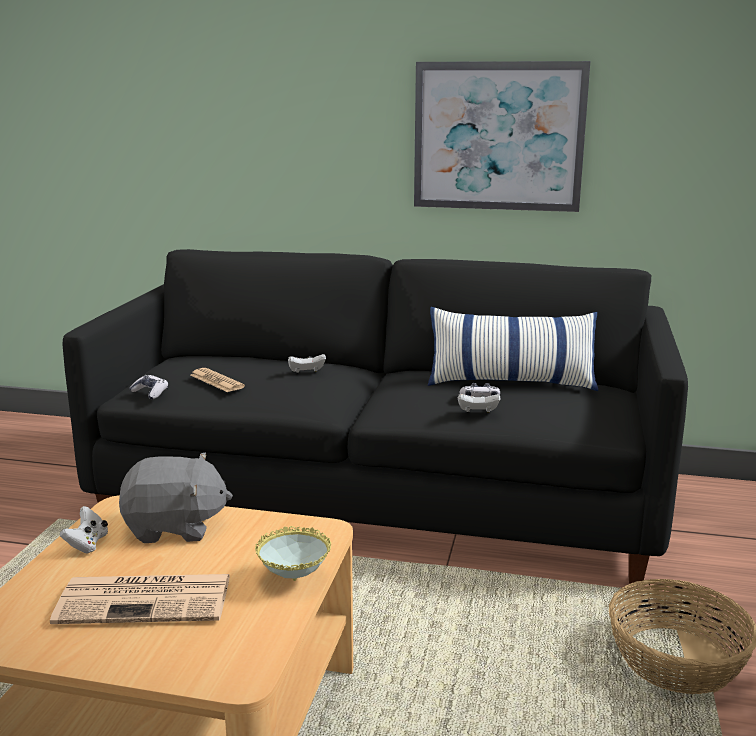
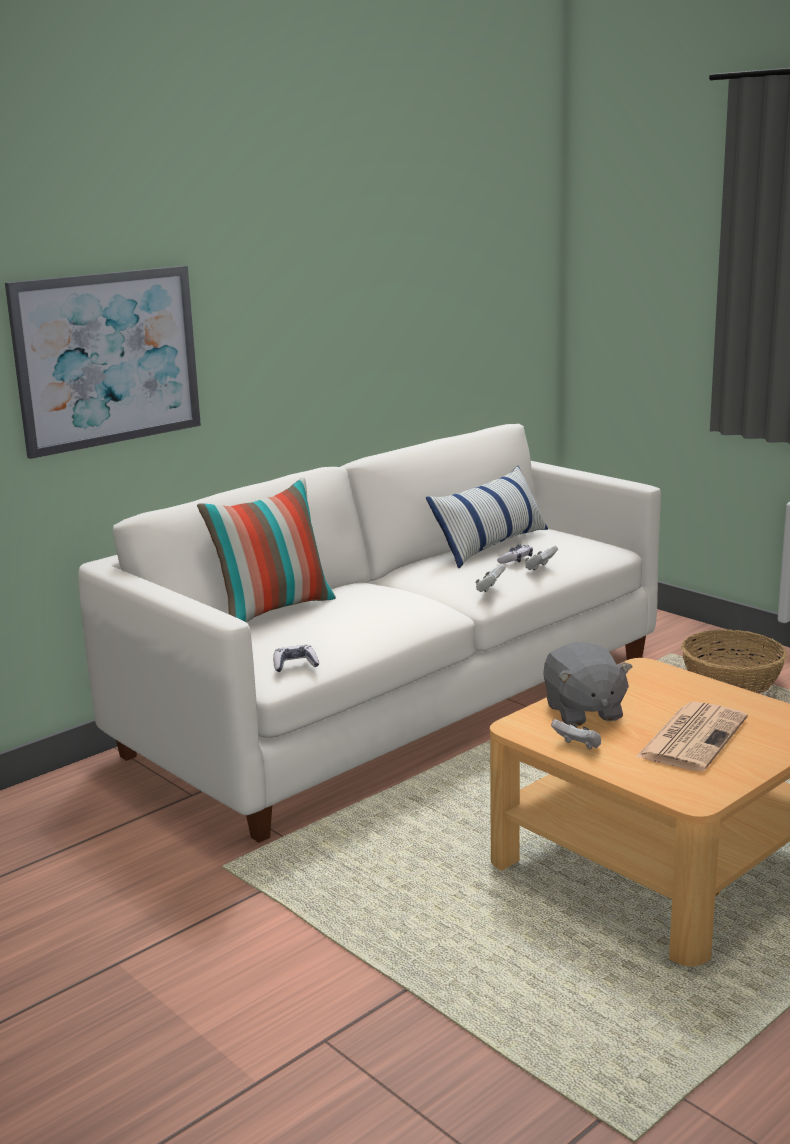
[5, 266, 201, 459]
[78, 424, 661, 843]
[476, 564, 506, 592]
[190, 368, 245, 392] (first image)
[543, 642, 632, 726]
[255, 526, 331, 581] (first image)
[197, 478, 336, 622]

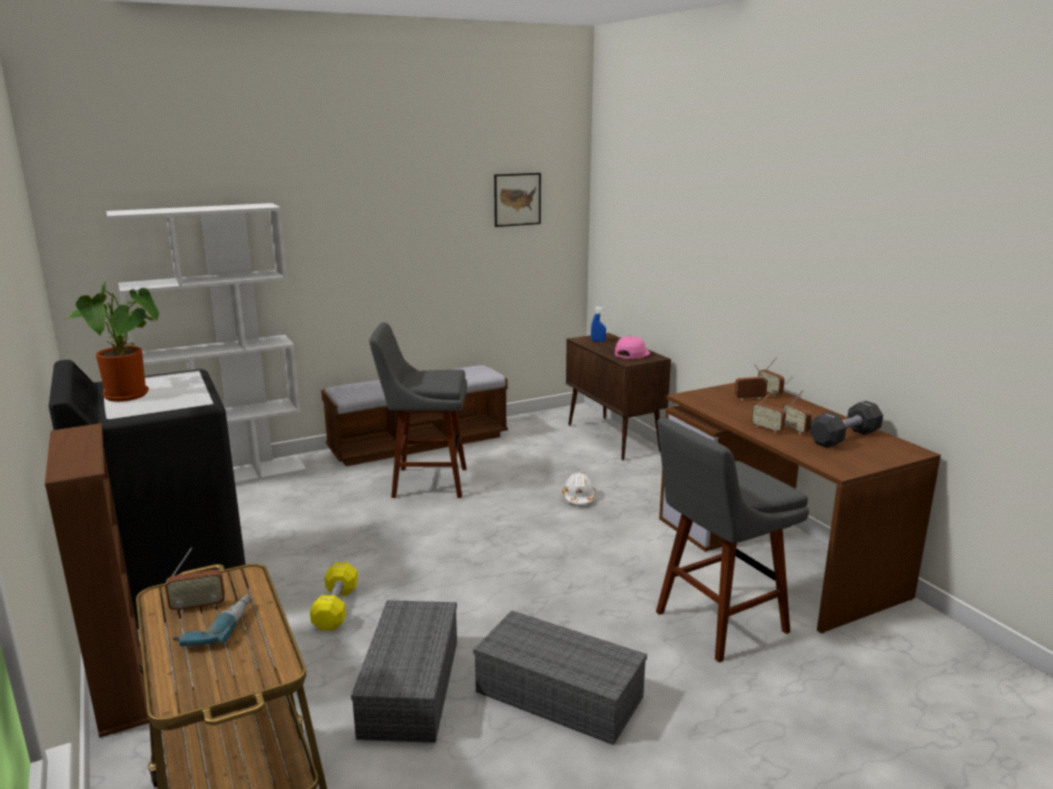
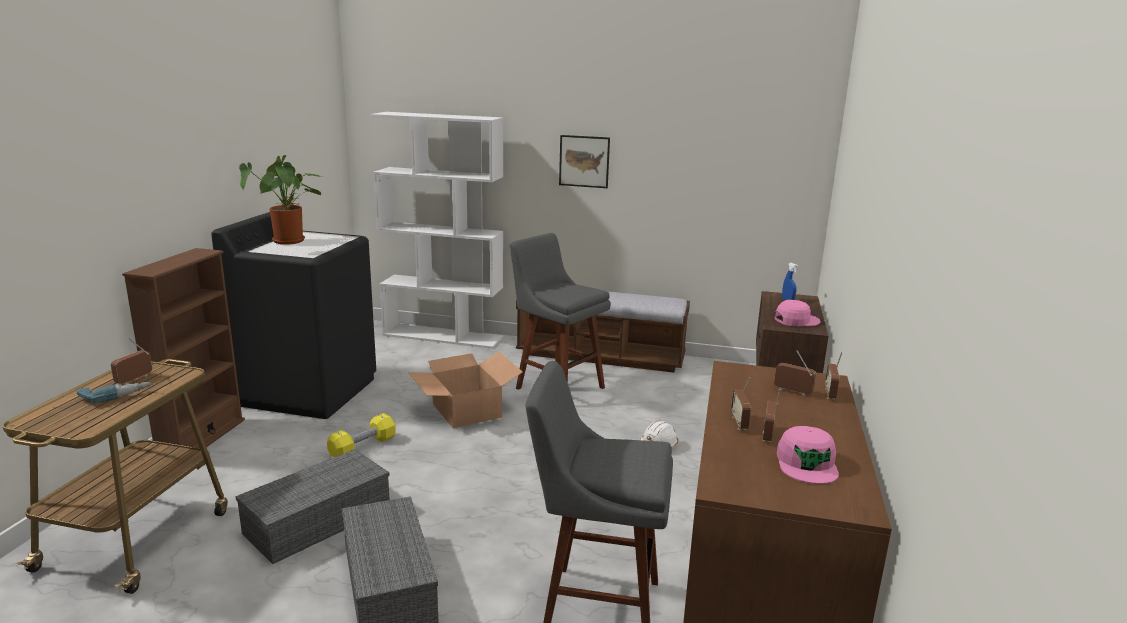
[559, 135, 610, 188]
[777, 426, 839, 484]
[111, 338, 152, 385]
[408, 352, 523, 428]

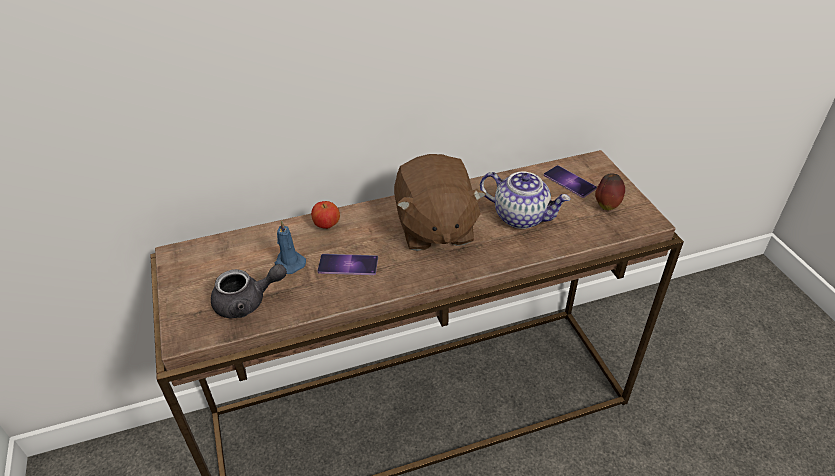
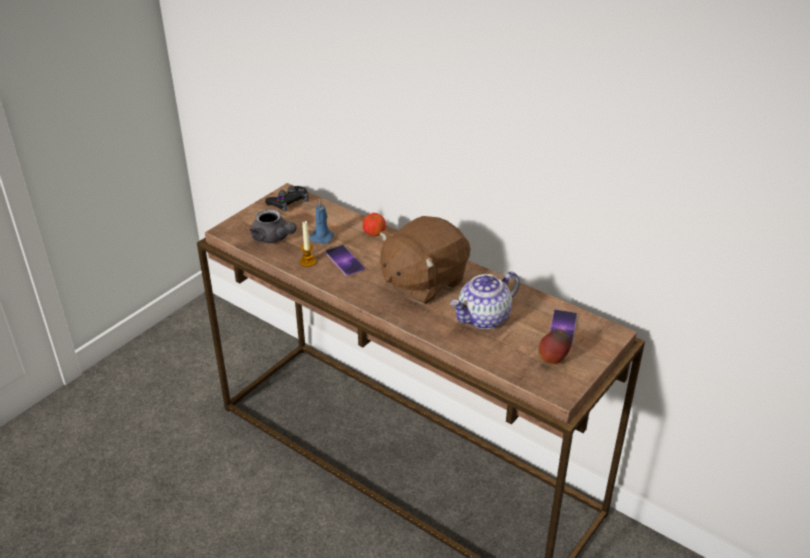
[450, 271, 520, 329]
[265, 186, 309, 212]
[300, 221, 316, 267]

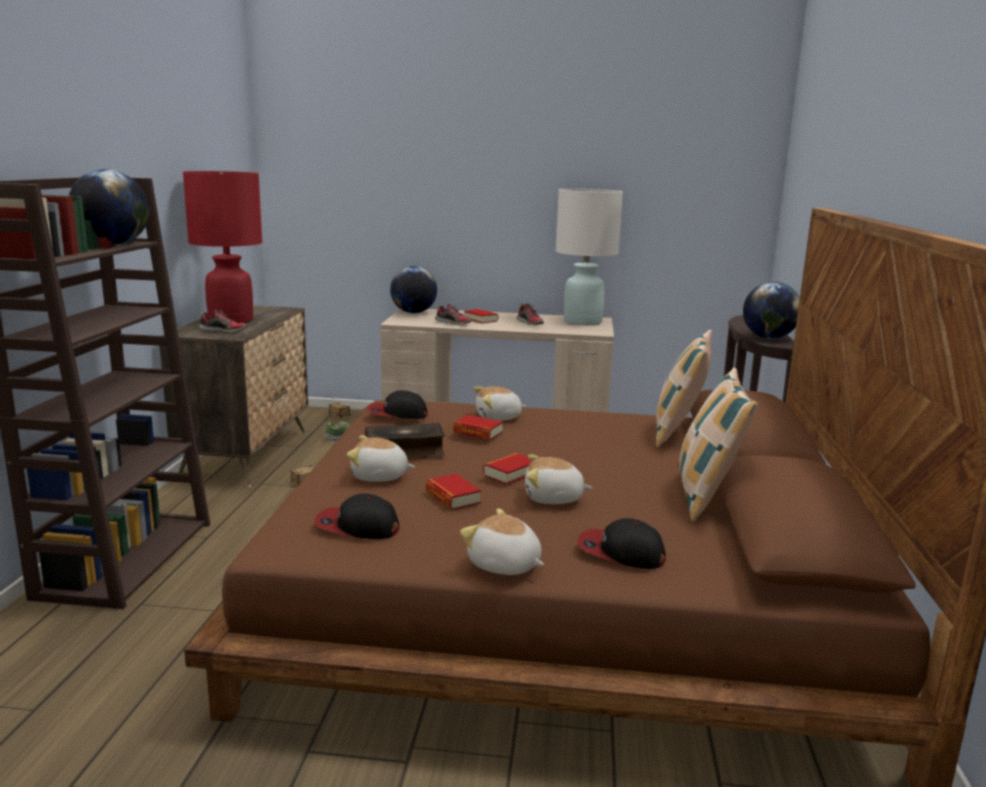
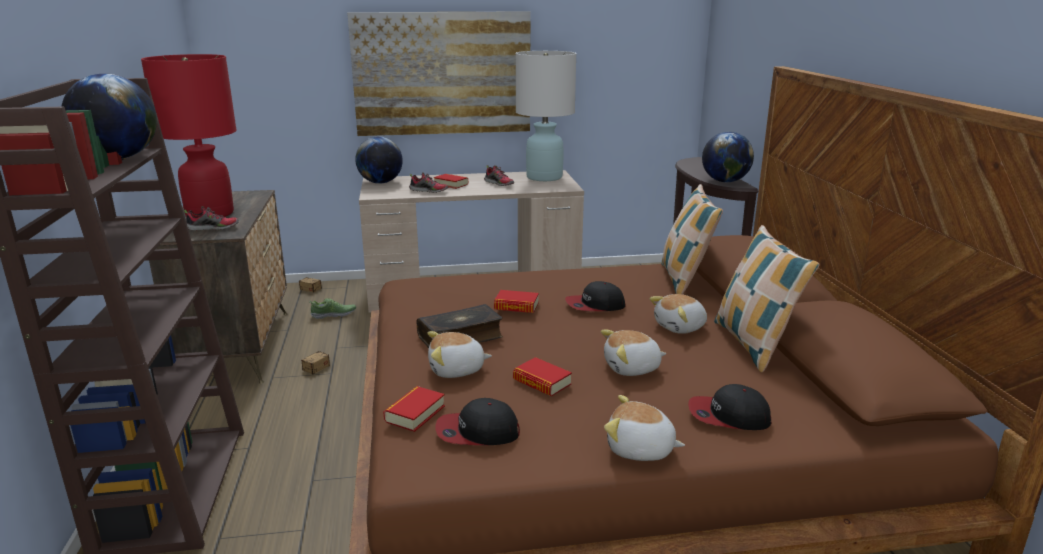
[650, 294, 707, 334]
[565, 281, 626, 311]
[384, 386, 445, 432]
[347, 11, 531, 136]

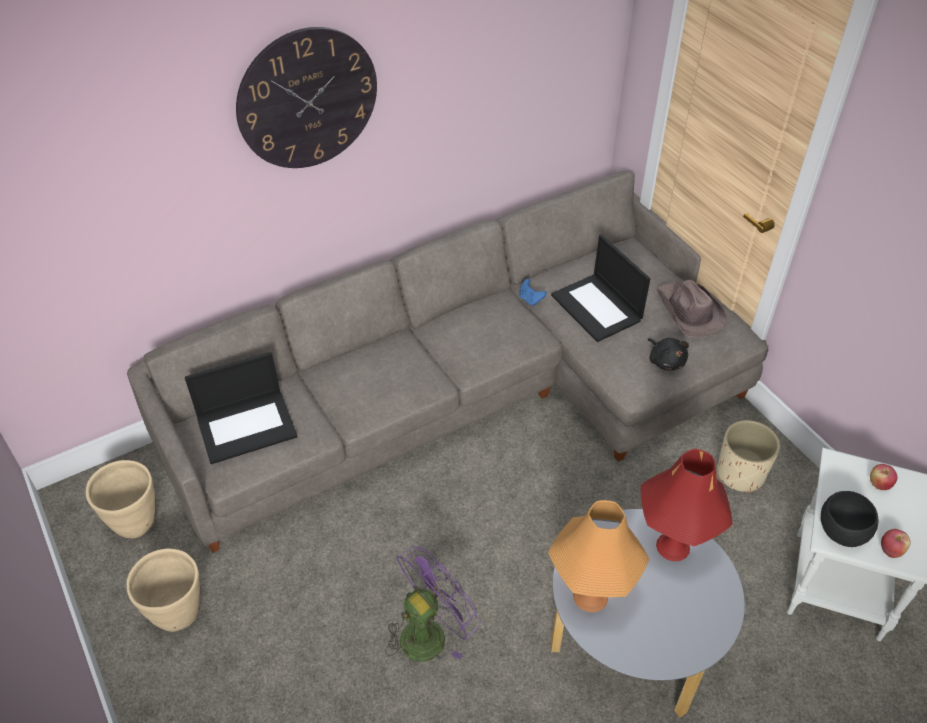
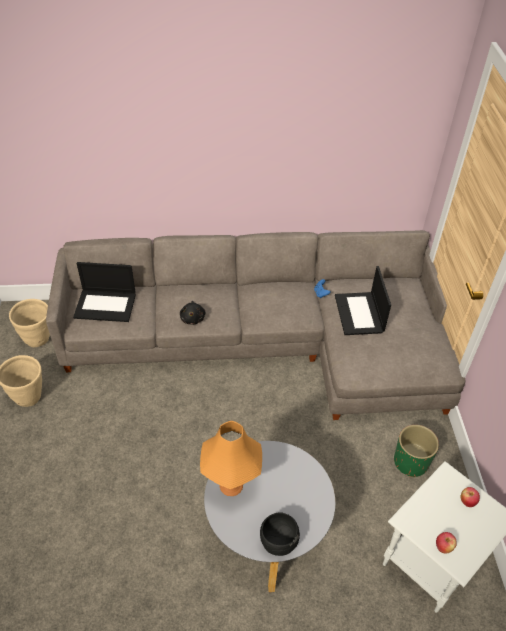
[236, 27, 377, 168] (first image)
[657, 280, 727, 337] (first image)
[180, 301, 206, 325]
[394, 425, 439, 477]
[641, 448, 733, 561] (first image)
[260, 512, 300, 556]
[385, 546, 481, 662] (first image)

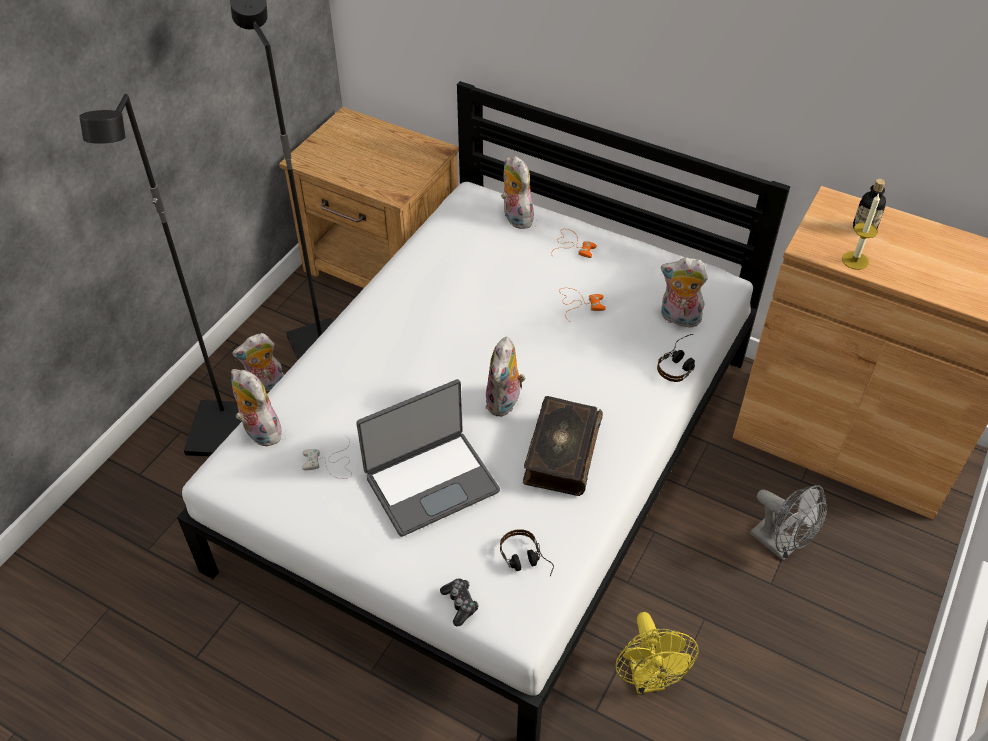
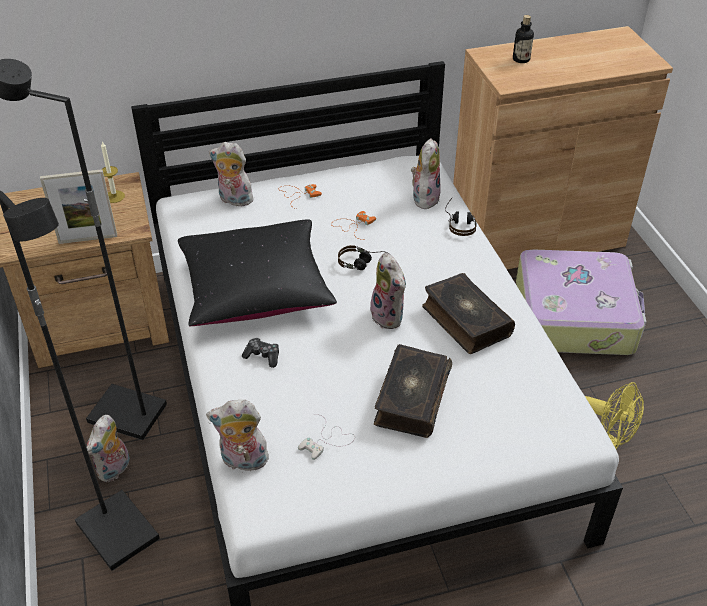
[101, 142, 125, 203]
[411, 138, 441, 209]
[374, 344, 452, 438]
[516, 250, 647, 355]
[338, 245, 388, 270]
[242, 338, 279, 368]
[40, 169, 117, 244]
[178, 220, 337, 326]

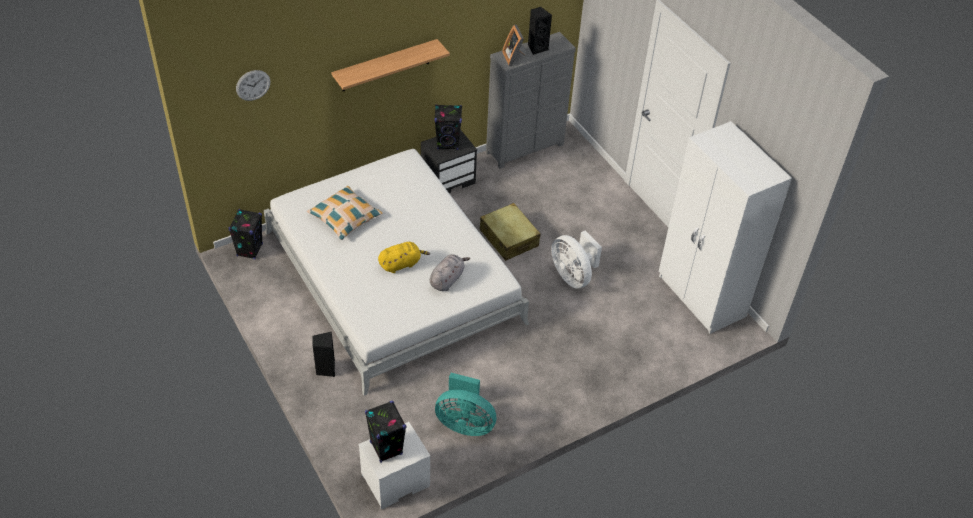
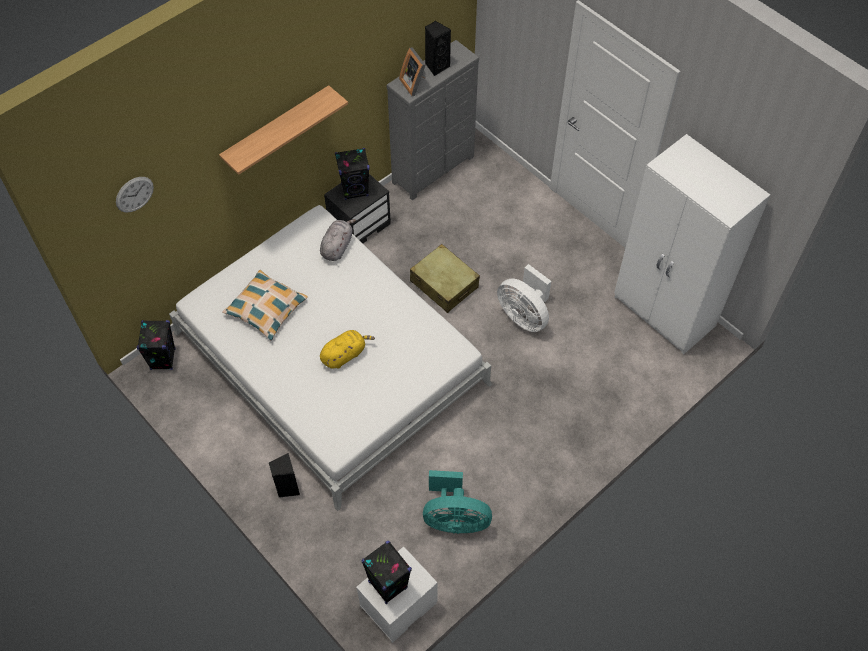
[320, 219, 356, 261]

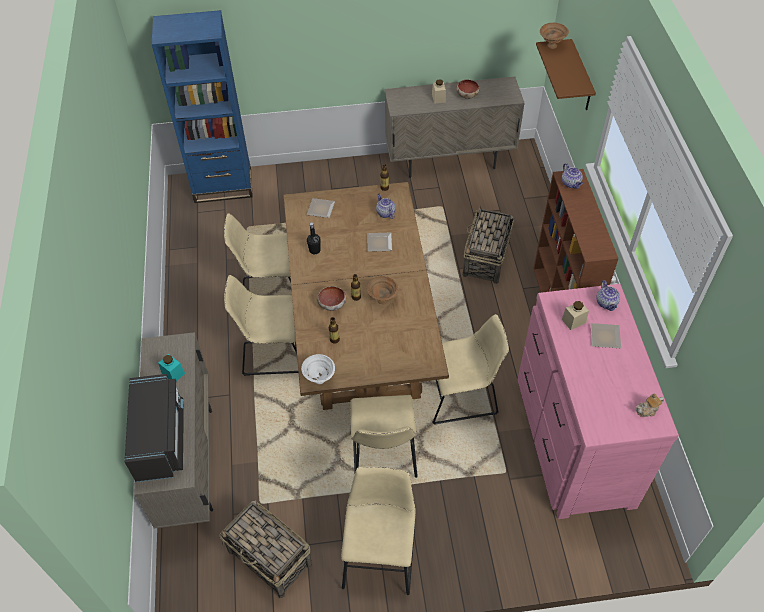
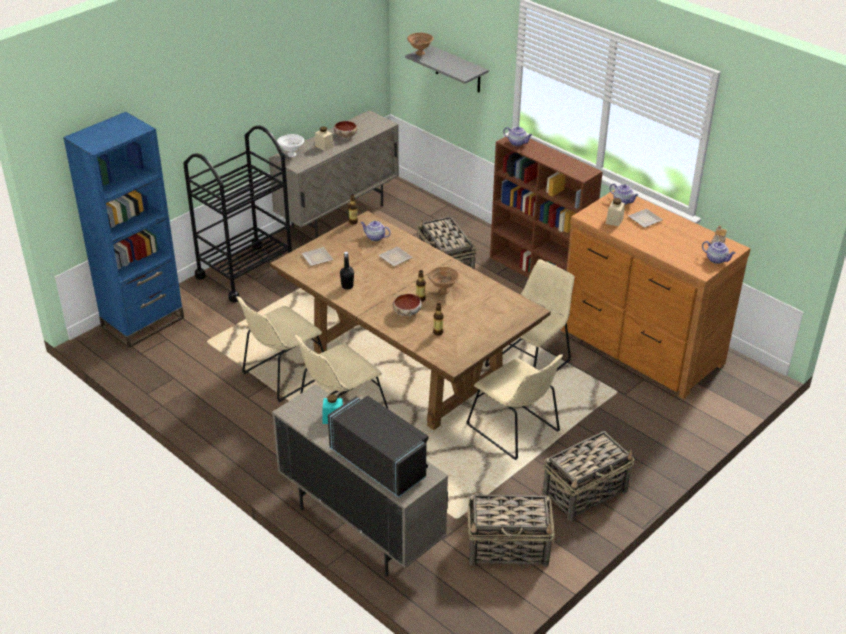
[405, 45, 489, 92]
[561, 189, 751, 399]
[277, 134, 304, 157]
[542, 431, 634, 521]
[183, 125, 292, 303]
[702, 241, 735, 264]

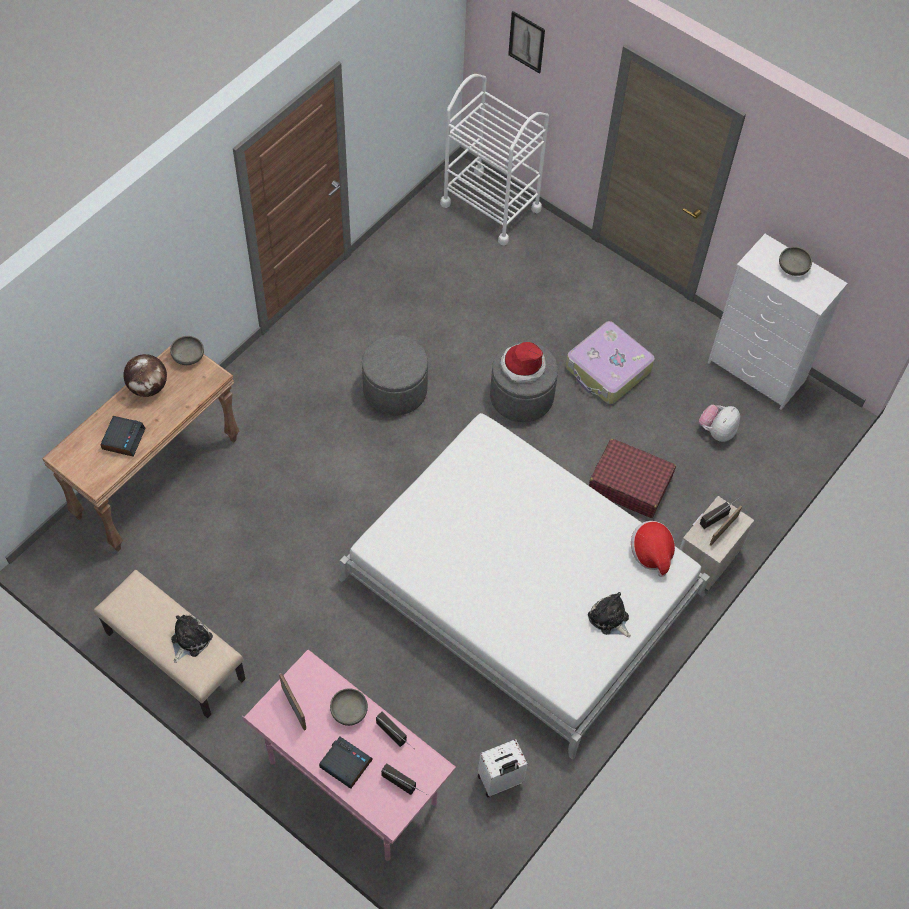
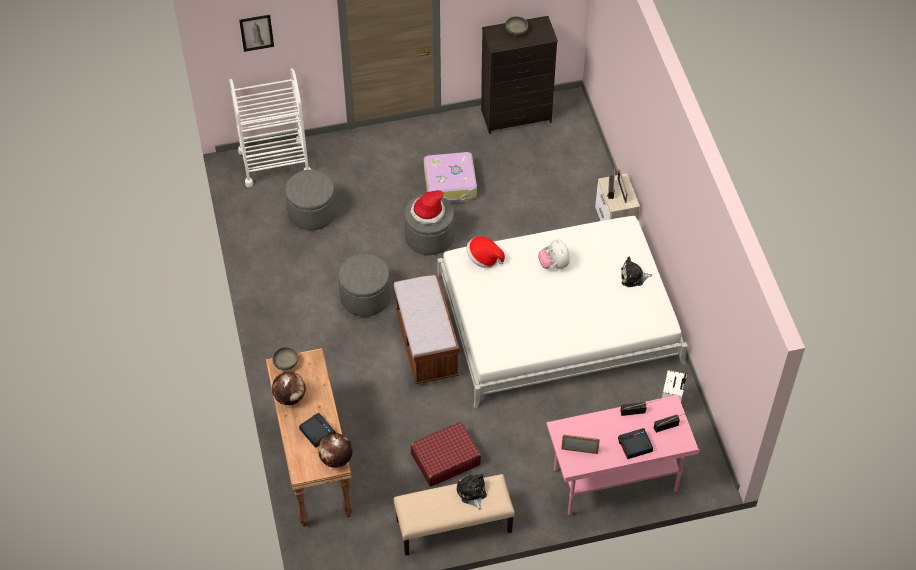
[481, 16, 558, 134]
[538, 239, 570, 269]
[410, 422, 481, 487]
[466, 237, 505, 268]
[330, 688, 368, 726] (first image)
[285, 170, 336, 230]
[394, 273, 459, 384]
[318, 433, 353, 468]

